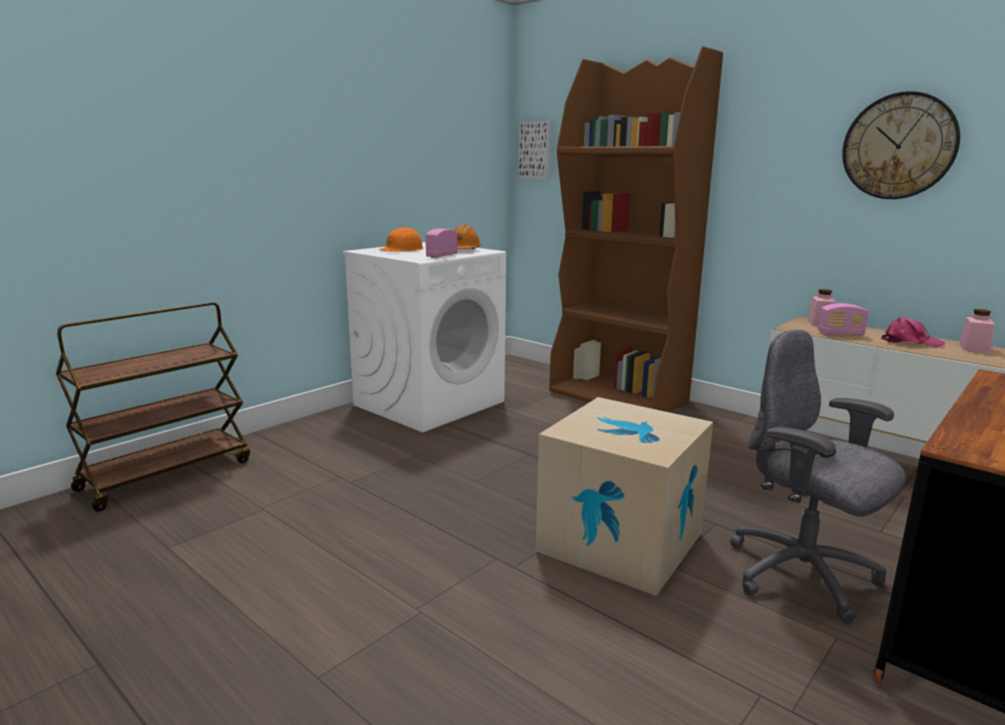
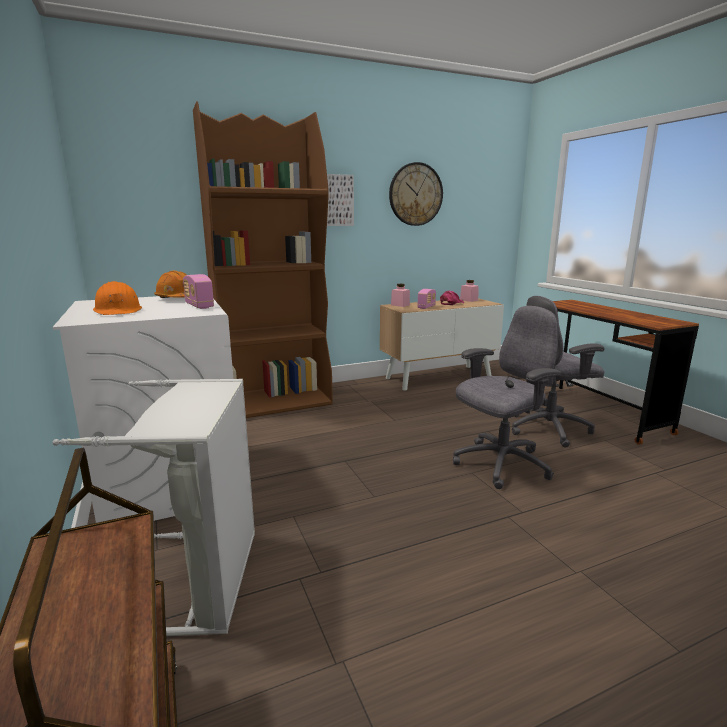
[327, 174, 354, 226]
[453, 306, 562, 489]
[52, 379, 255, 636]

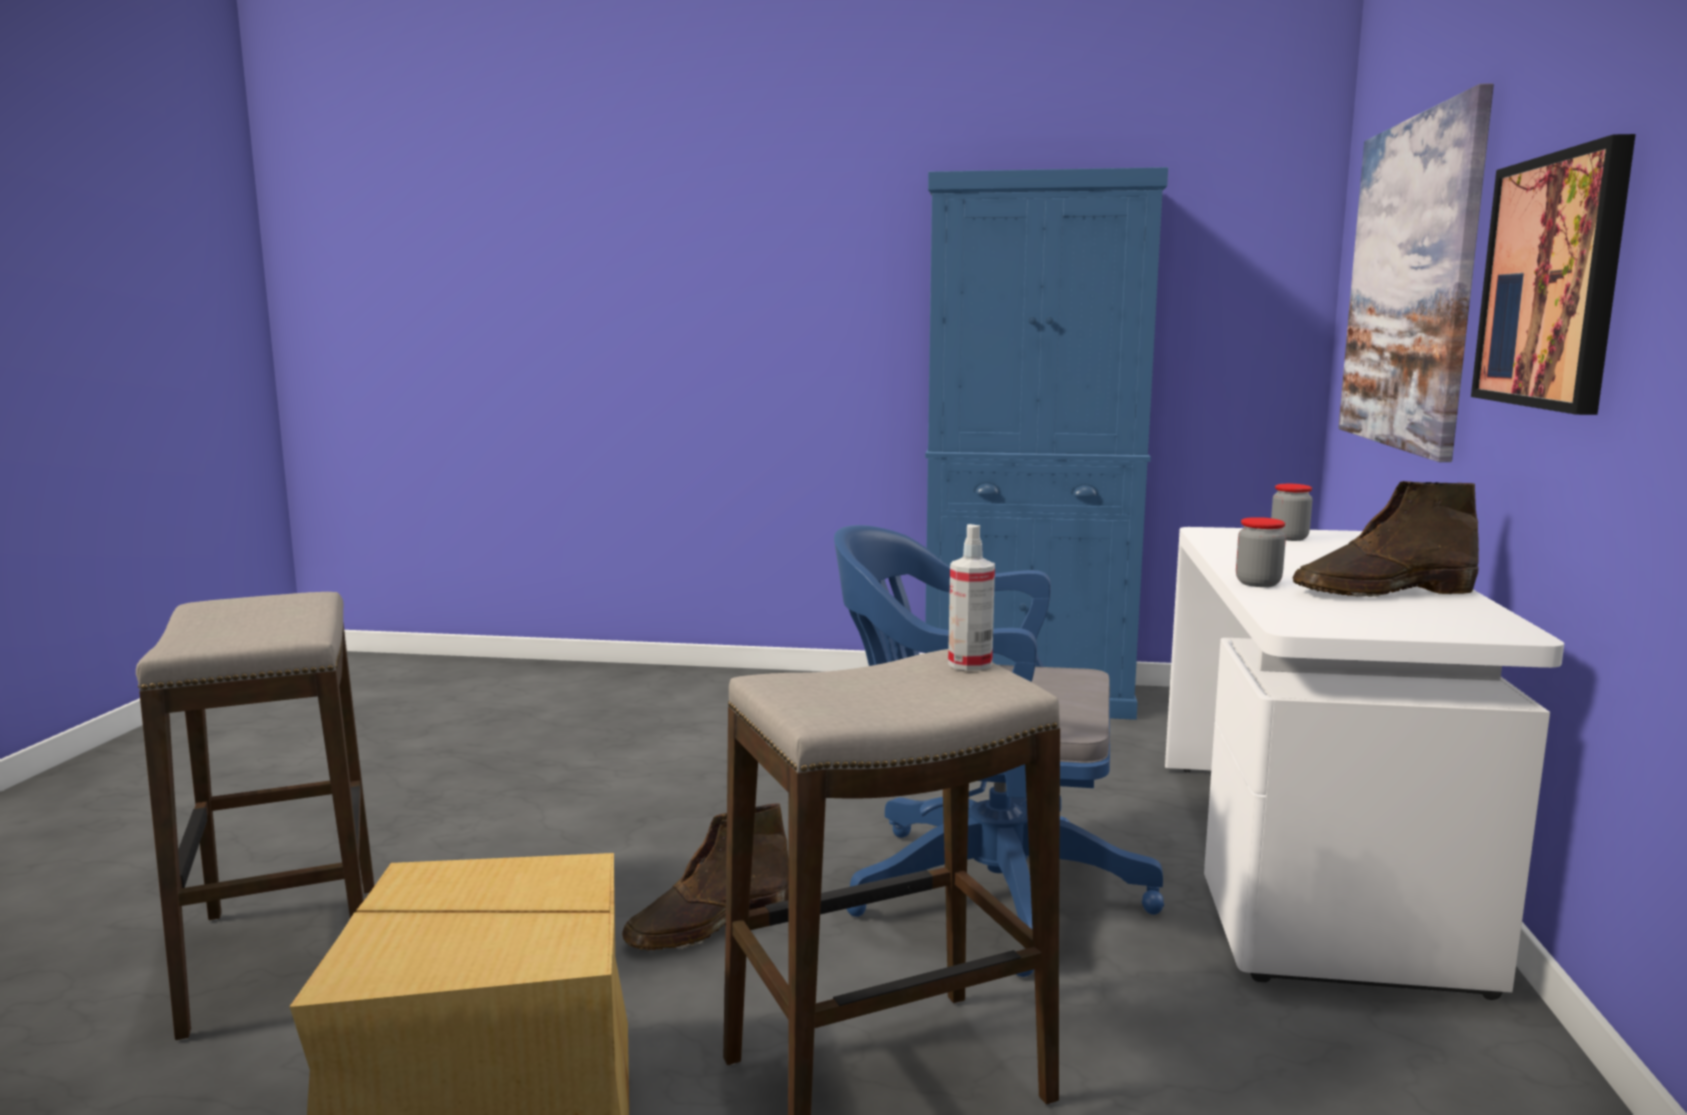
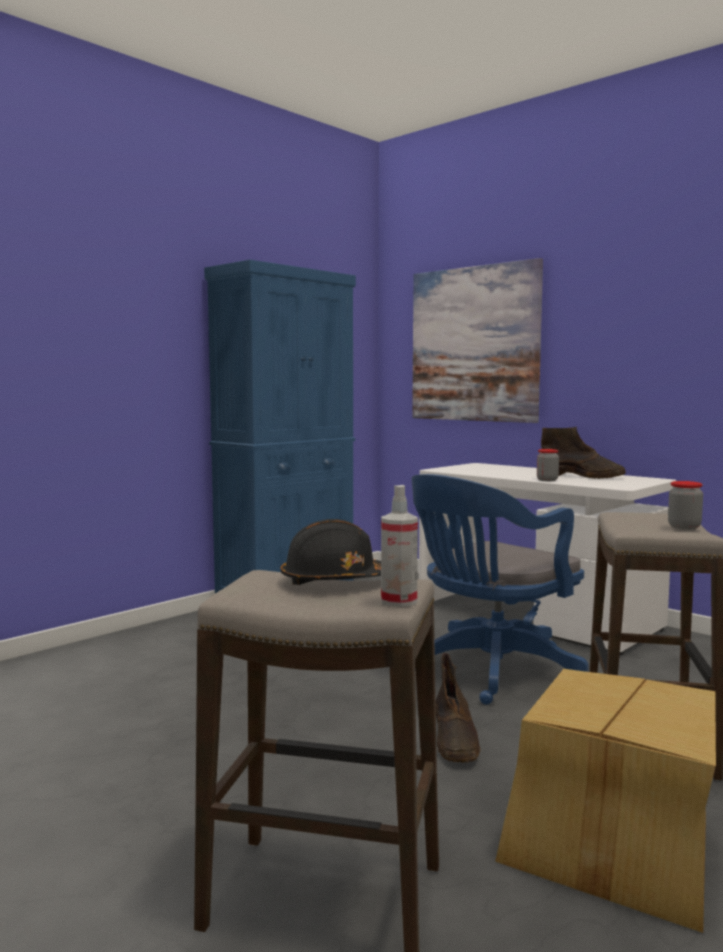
[1471, 134, 1636, 415] (first image)
[541, 427, 626, 479]
[668, 481, 703, 530]
[381, 485, 418, 607]
[281, 519, 381, 585]

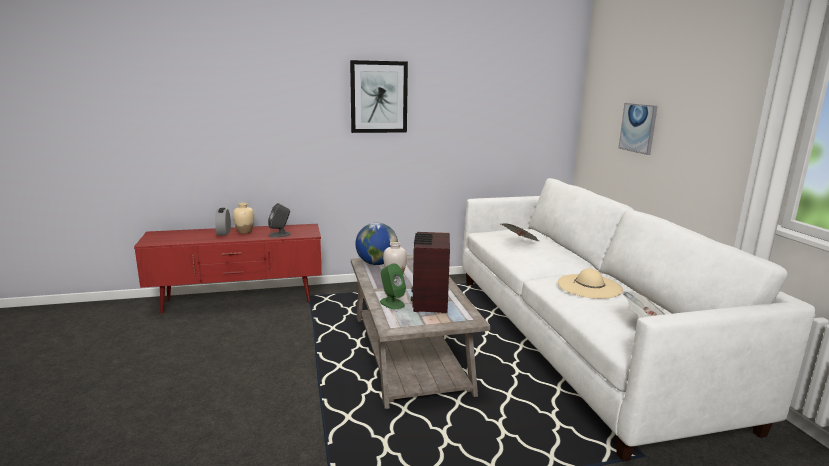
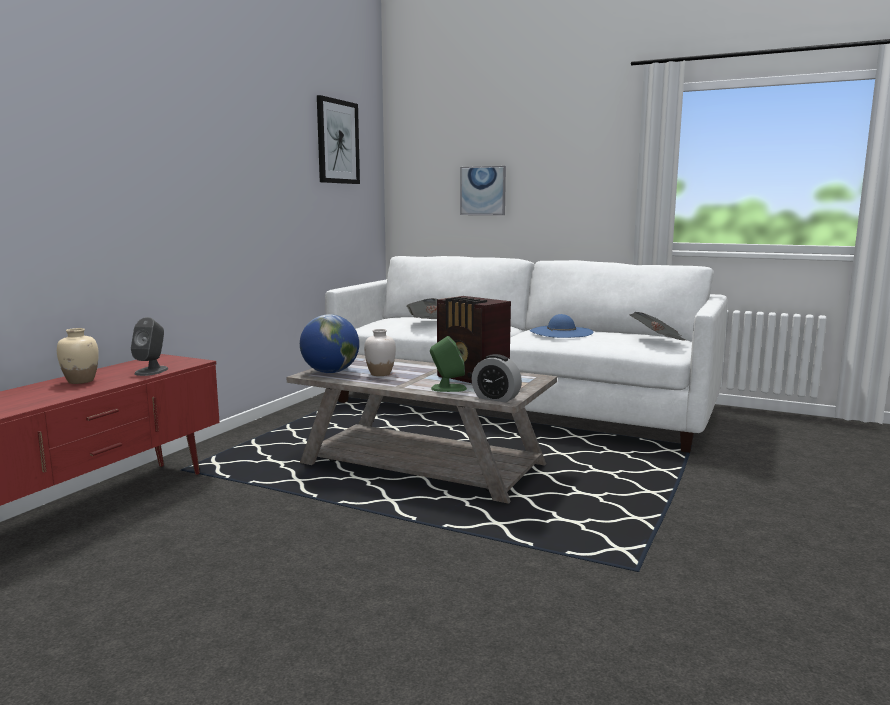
[317, 95, 360, 184]
[471, 354, 522, 402]
[530, 314, 594, 338]

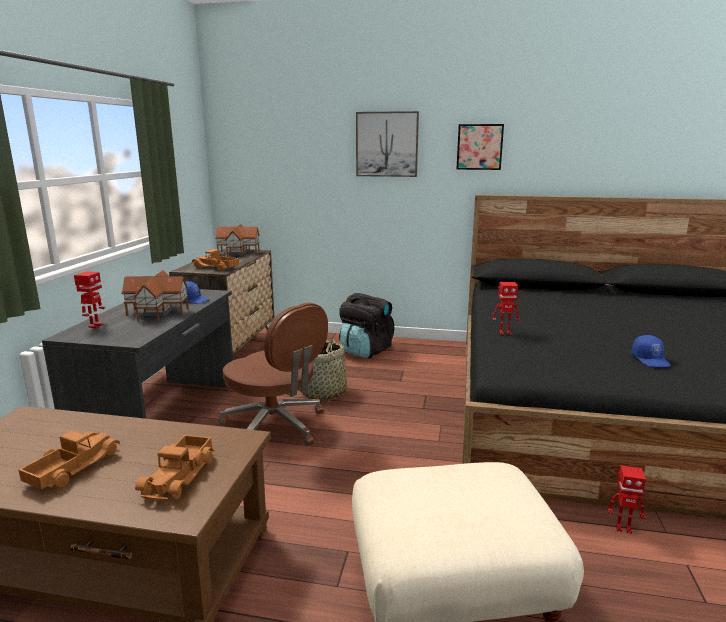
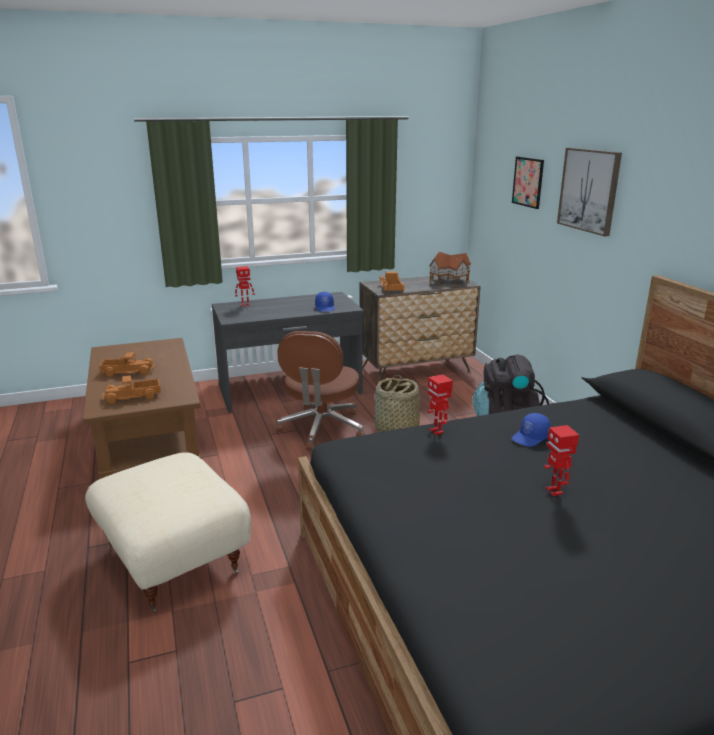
[512, 157, 544, 209]
[121, 270, 189, 321] (first image)
[511, 413, 551, 447]
[544, 425, 579, 496]

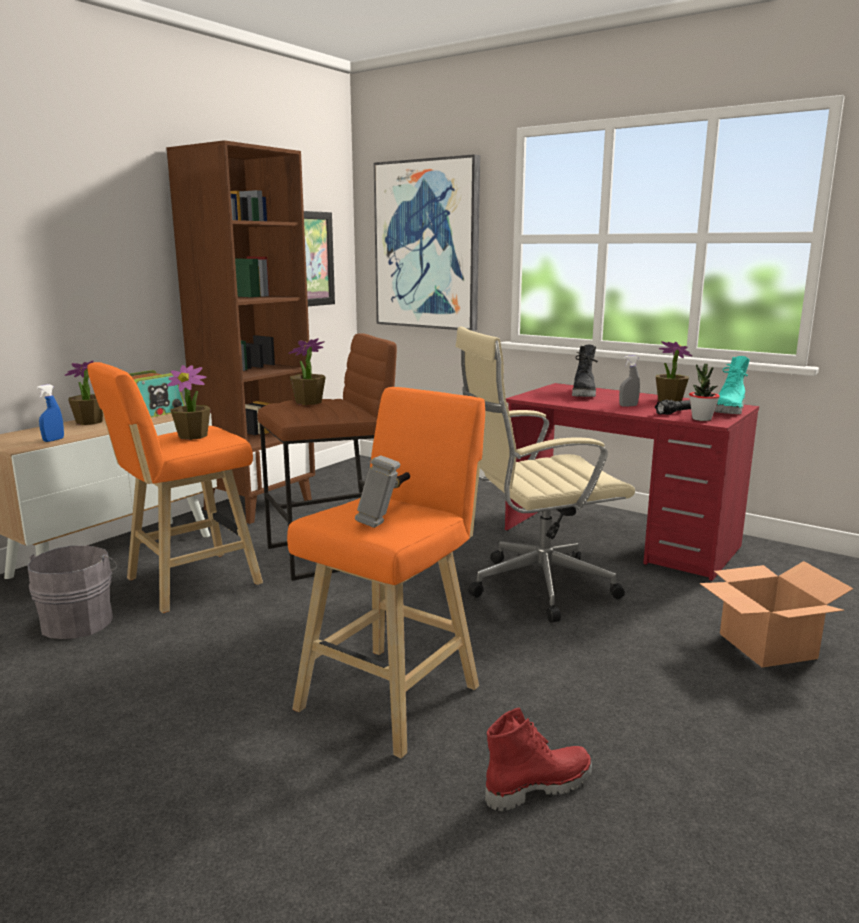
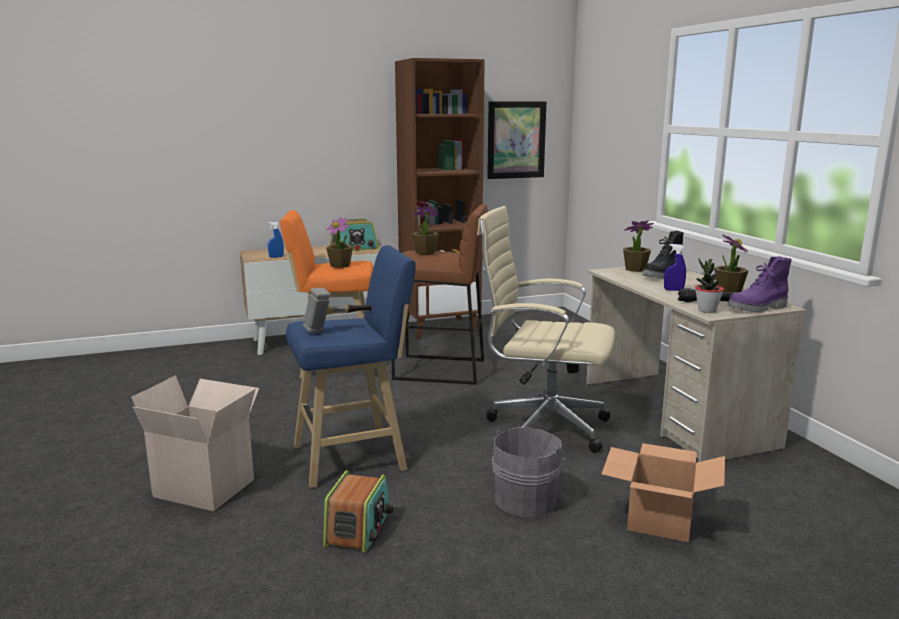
[374, 154, 480, 331] (first image)
[664, 244, 686, 291]
[727, 256, 792, 313]
[623, 220, 654, 272]
[586, 267, 807, 462]
[286, 245, 416, 488]
[492, 427, 569, 518]
[323, 470, 393, 553]
[131, 375, 259, 511]

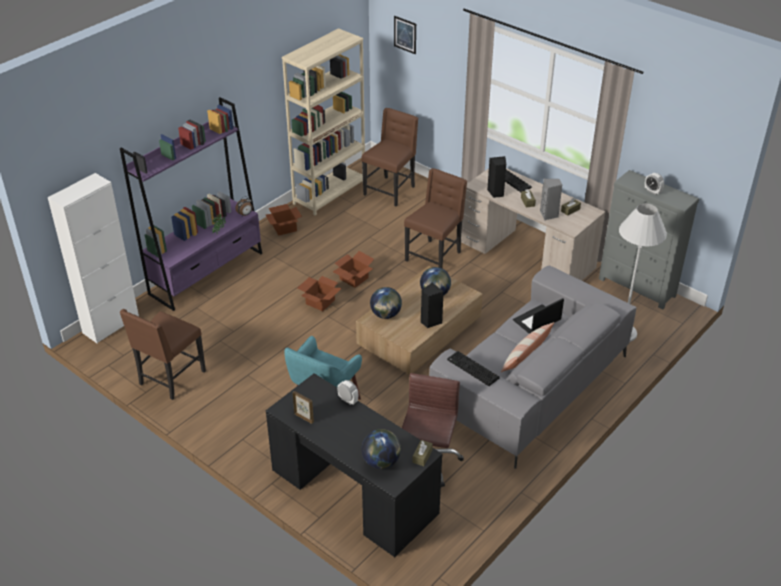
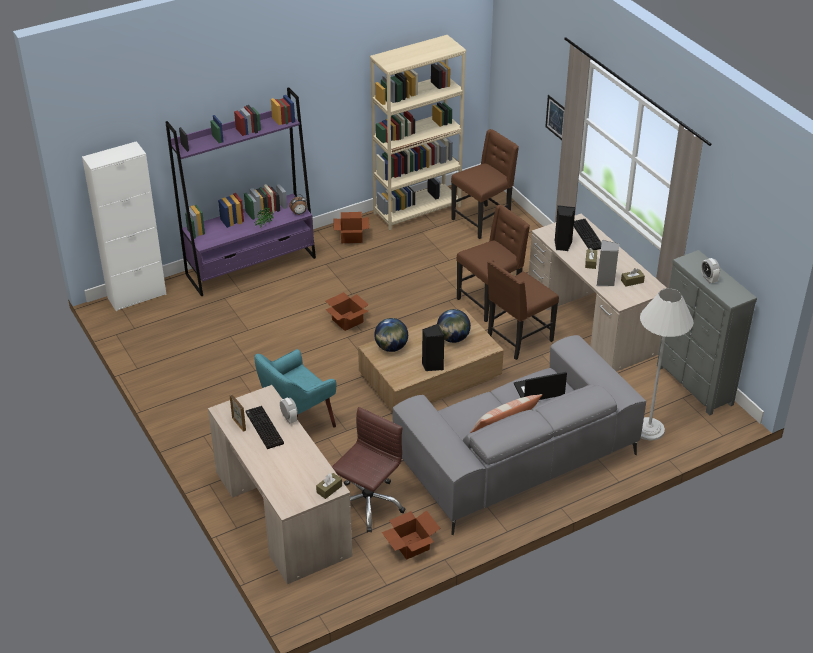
[545, 95, 565, 140]
[382, 510, 440, 560]
[487, 259, 559, 360]
[245, 406, 284, 449]
[208, 385, 353, 584]
[361, 429, 401, 469] (first image)

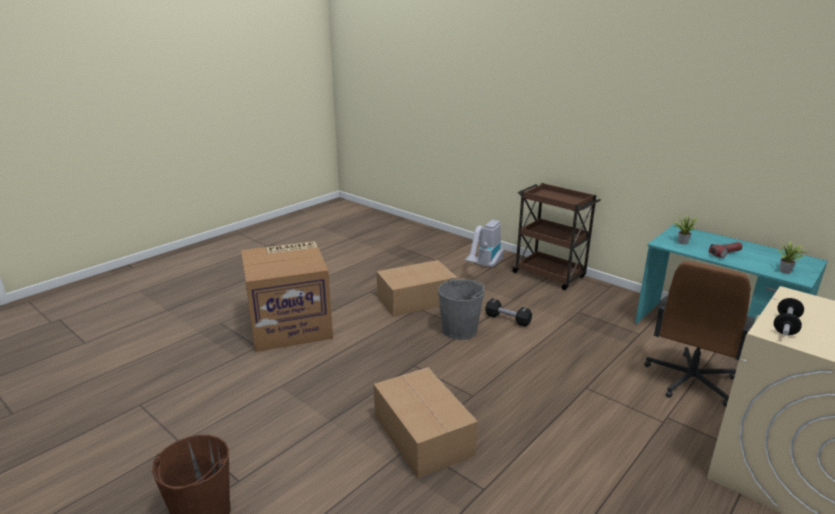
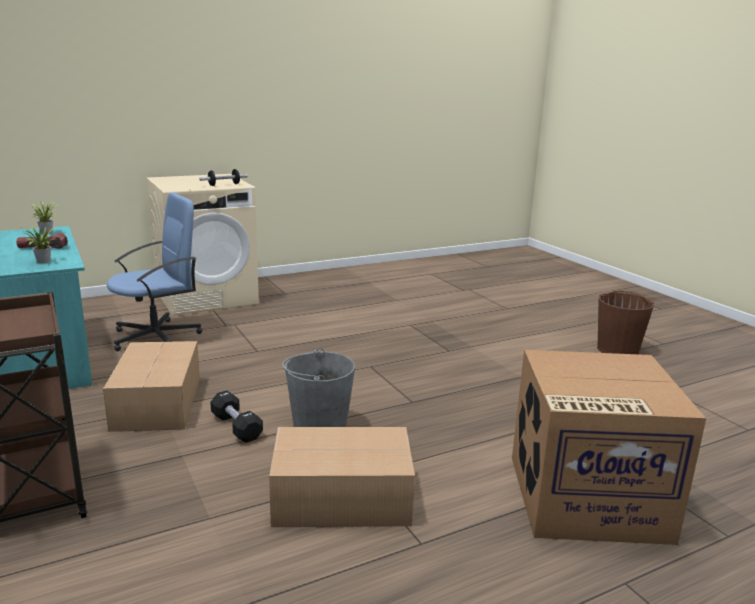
[464, 220, 504, 268] (first image)
[107, 192, 202, 351]
[103, 341, 200, 432]

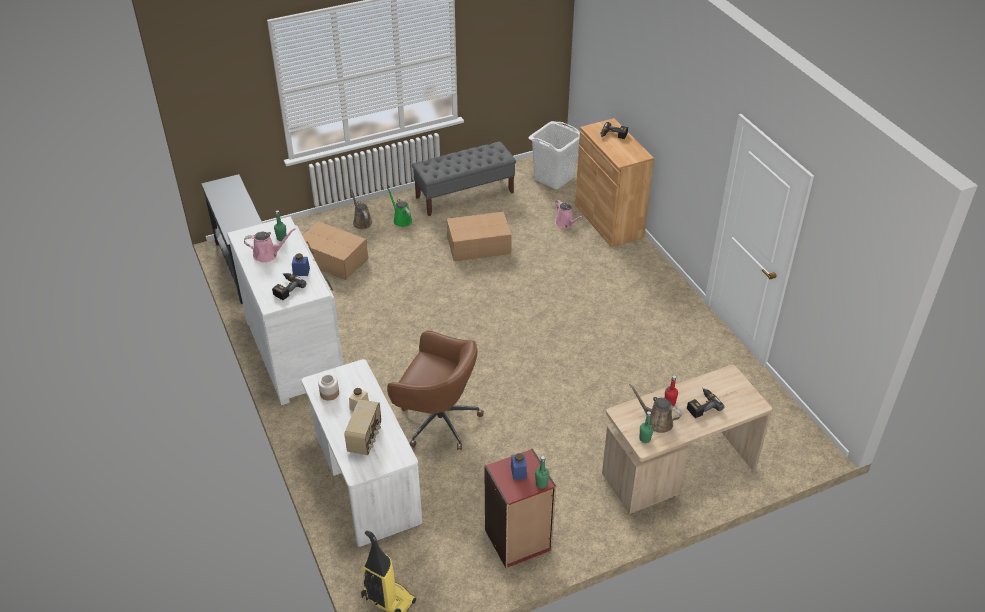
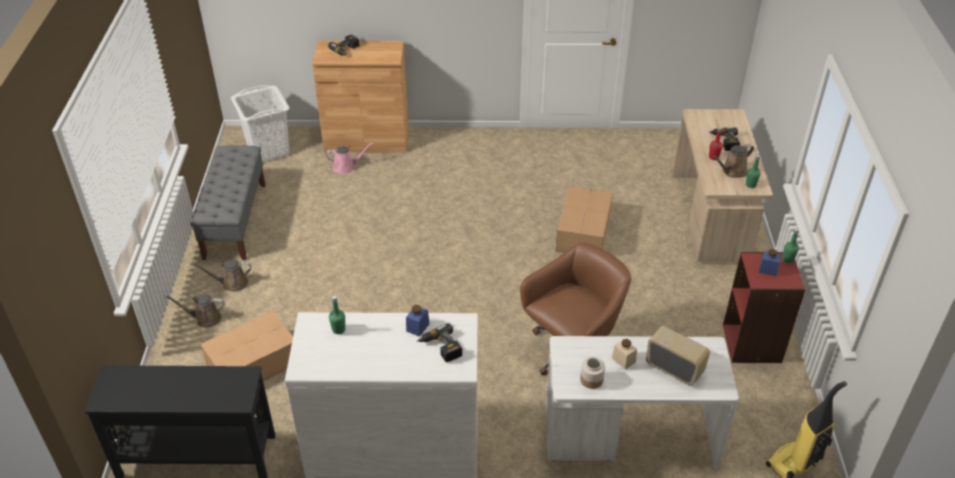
[194, 260, 251, 292]
[556, 186, 613, 253]
[244, 228, 296, 263] (first image)

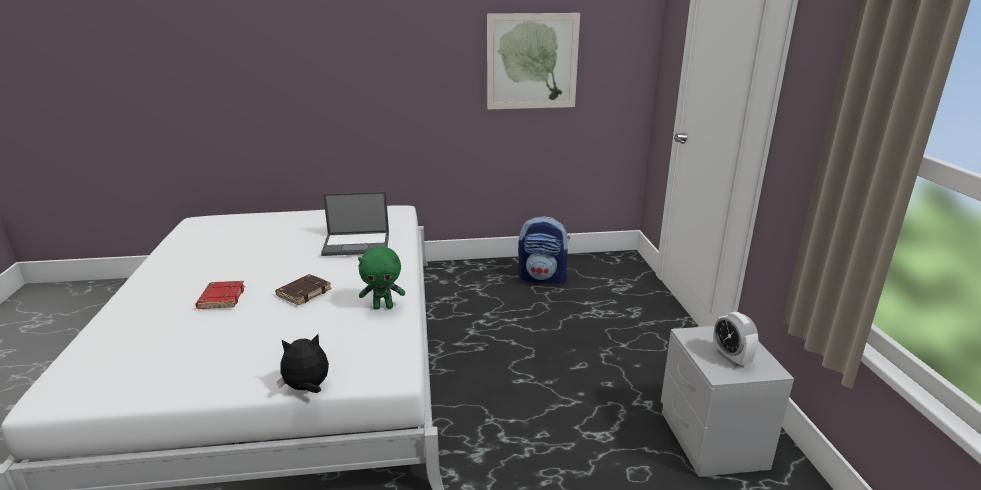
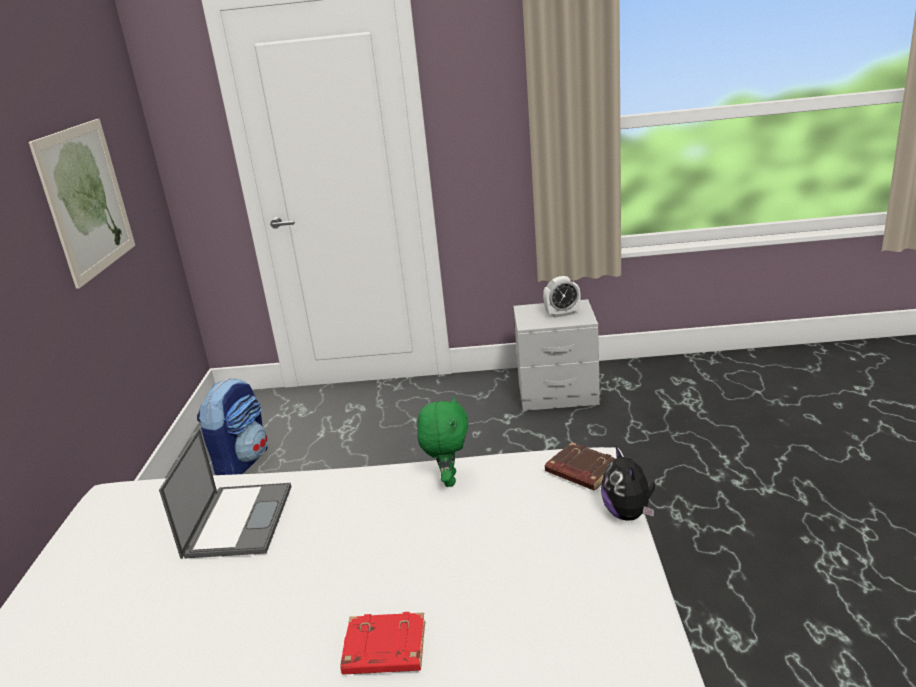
[545, 443, 616, 490]

